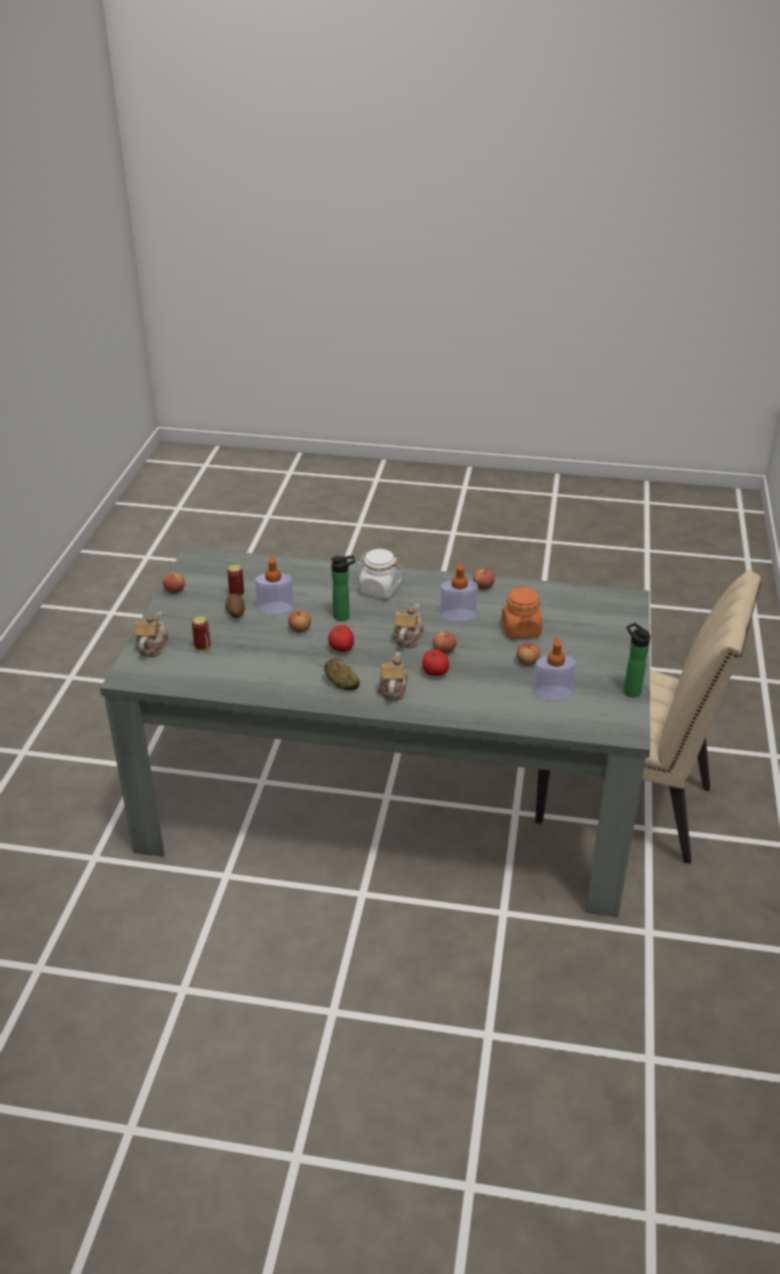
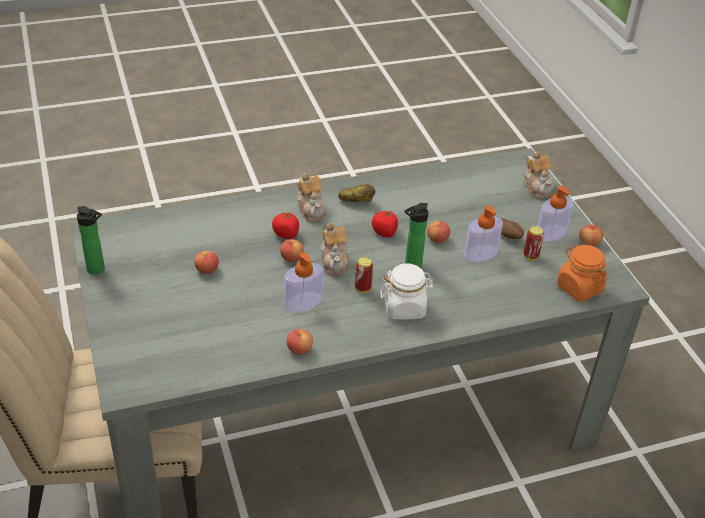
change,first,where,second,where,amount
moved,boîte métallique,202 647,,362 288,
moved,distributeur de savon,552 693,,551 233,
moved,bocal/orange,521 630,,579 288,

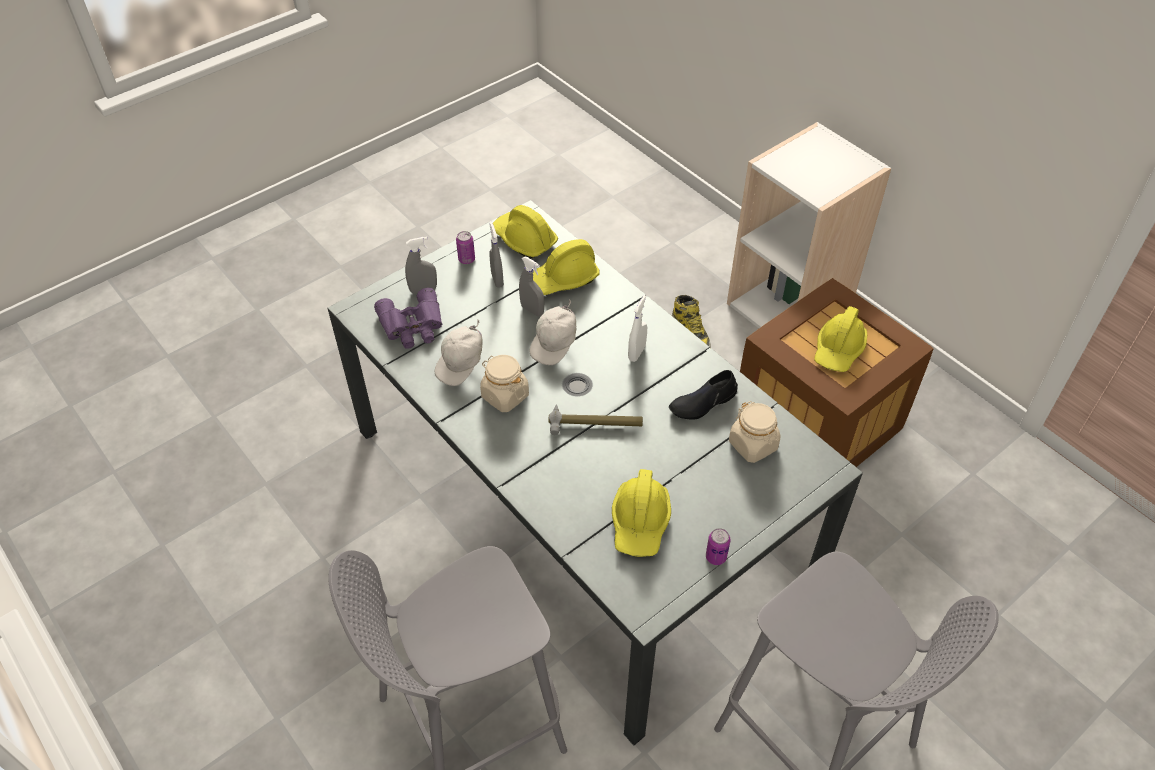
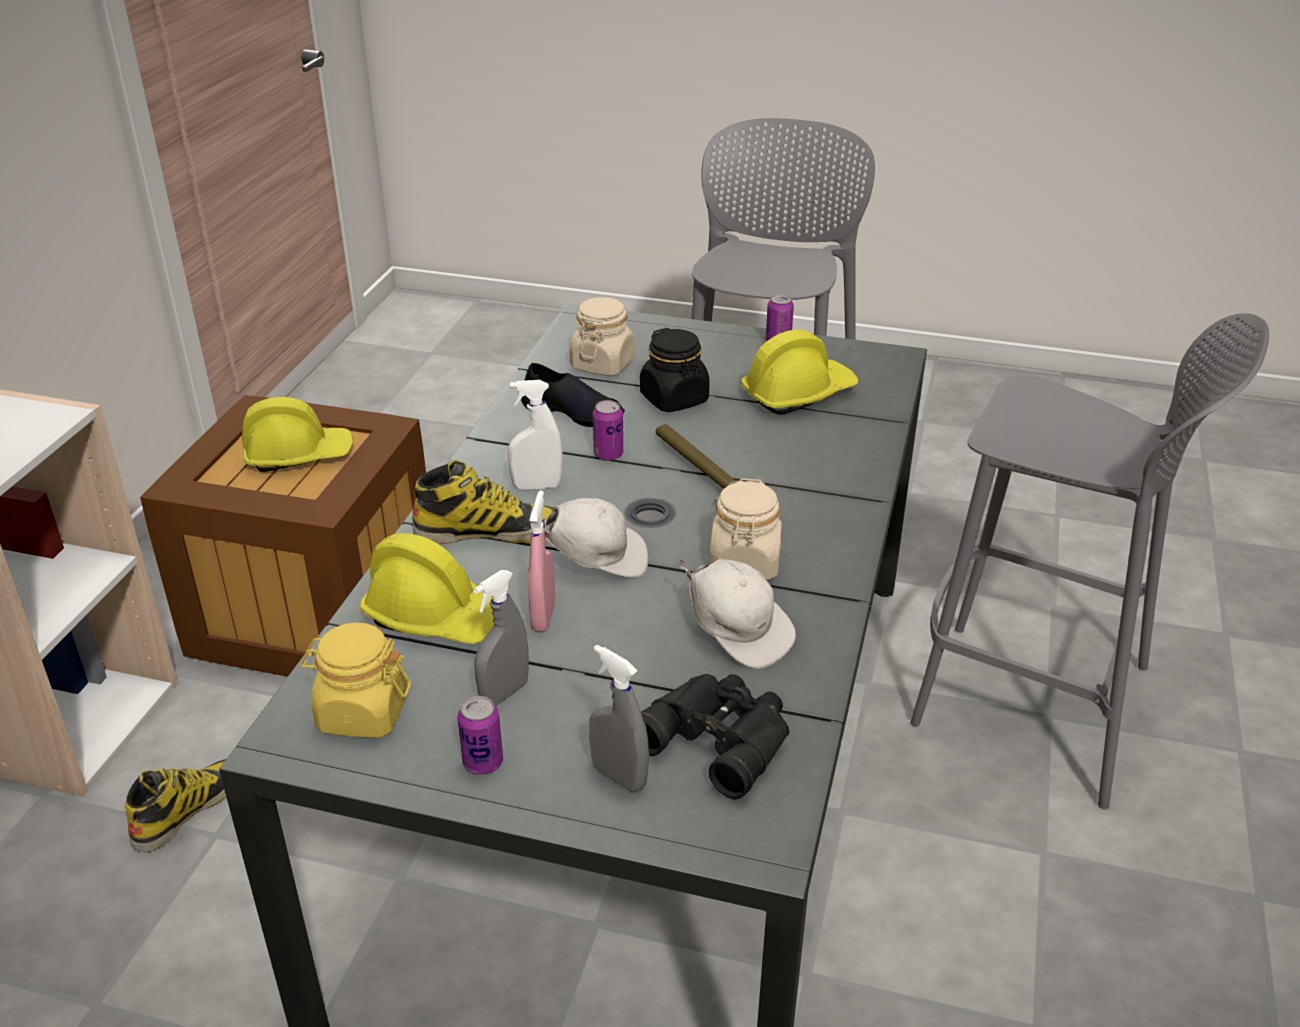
change,first,where,second,where,amount
replaced,casque de chantier/jaune,524 240,bocal/jaune,362 713,
added,,,botte,490 531,
recoloured,vaporisateur/gris,532 310,vaporisateur/rose,543 617,
added,,,boîte métallique,608 454,
added,,,bocal/noir,674 399,
recoloured,jumelles/violet,413 326,jumelles/noir,719 737,
turned,casquette/blanc,462 365,,738 632,45 degrees clockwise

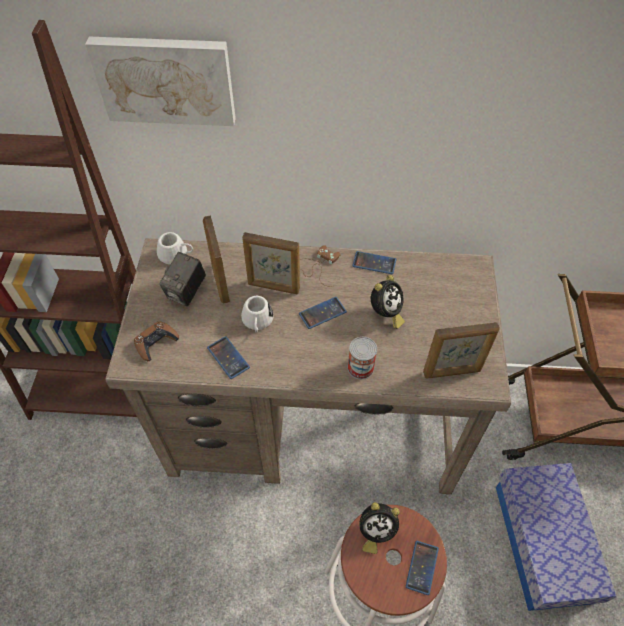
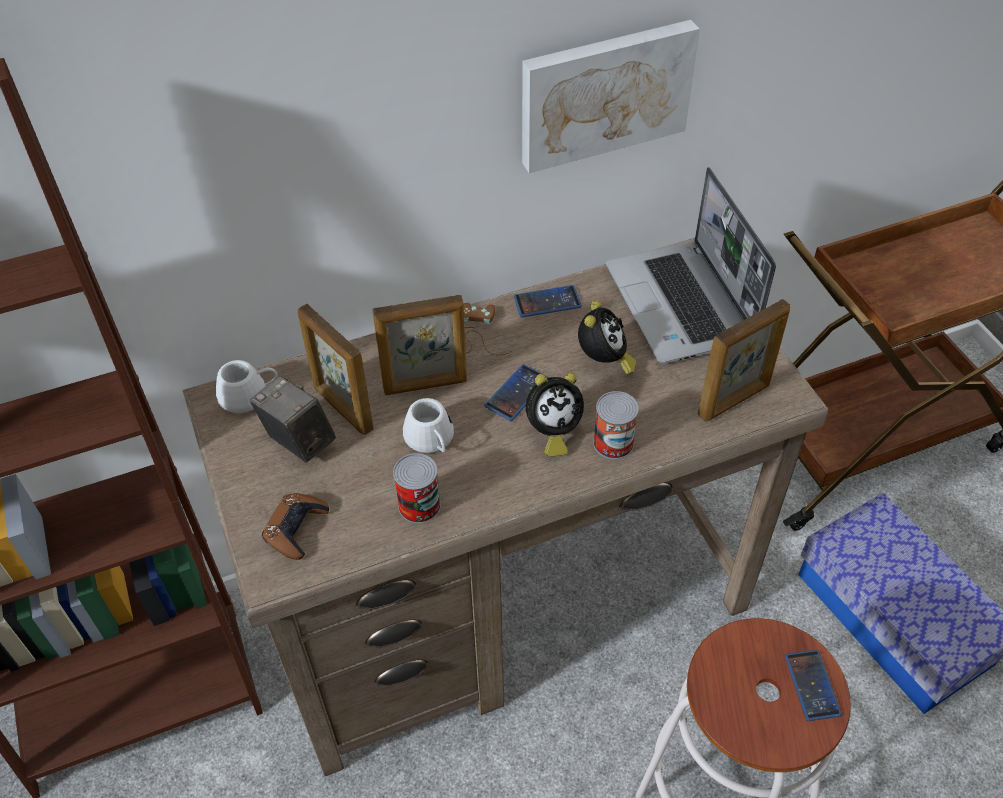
change,first,where,second,where,amount
turned,appareil photo,186 292,,298 440,135 degrees clockwise
replaced,téléphone,228 358,boîte métallique,419 505,
moved,tableau,166 79,,604 93,
moved,réveil,375 531,,552 432,
added,,,ordinateur portable,682 305,

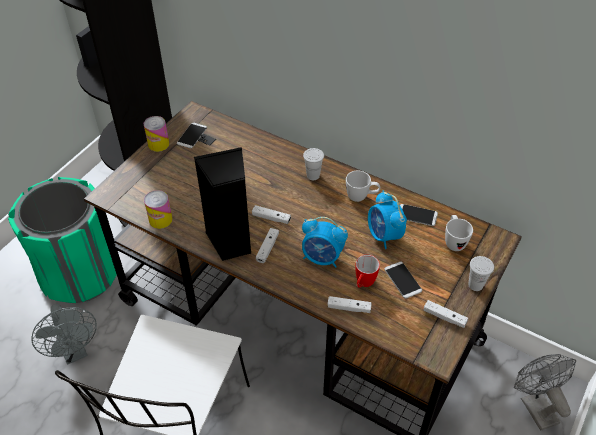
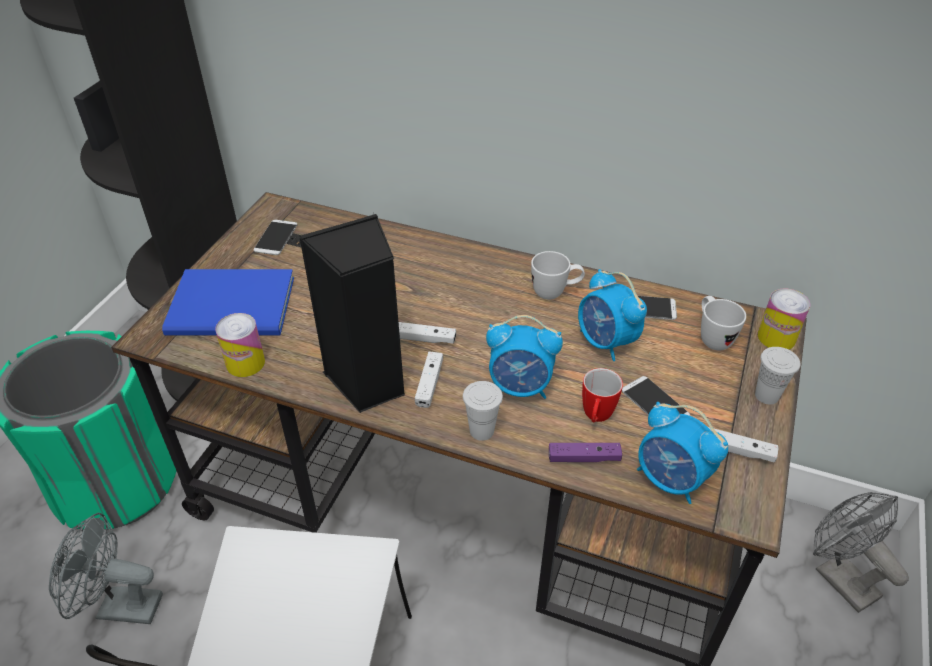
change,first,where,second,where,amount
turned,ventilateur/gris,75 352,,120 607,135 degrees clockwise
added,,,livre/bleu,235 308,
moved,tasse/blanc,313 175,,481 431,
recoloured,manette/blanc,349 308,manette/violet,584 458,
added,,,réveil,671 480,
moved,boîte métallique,158 144,,776 337,

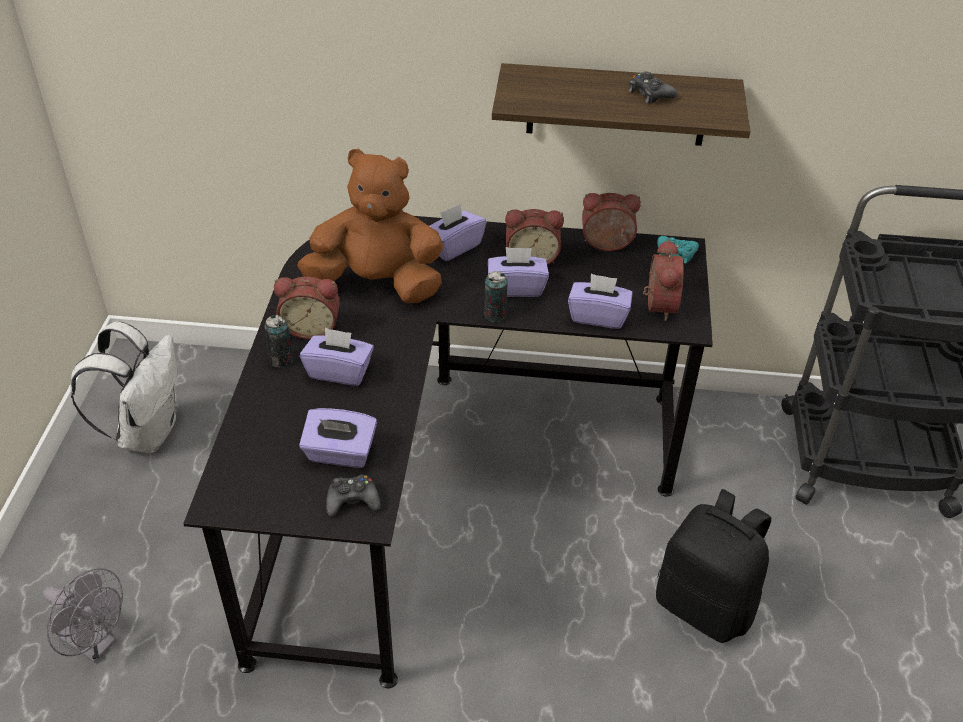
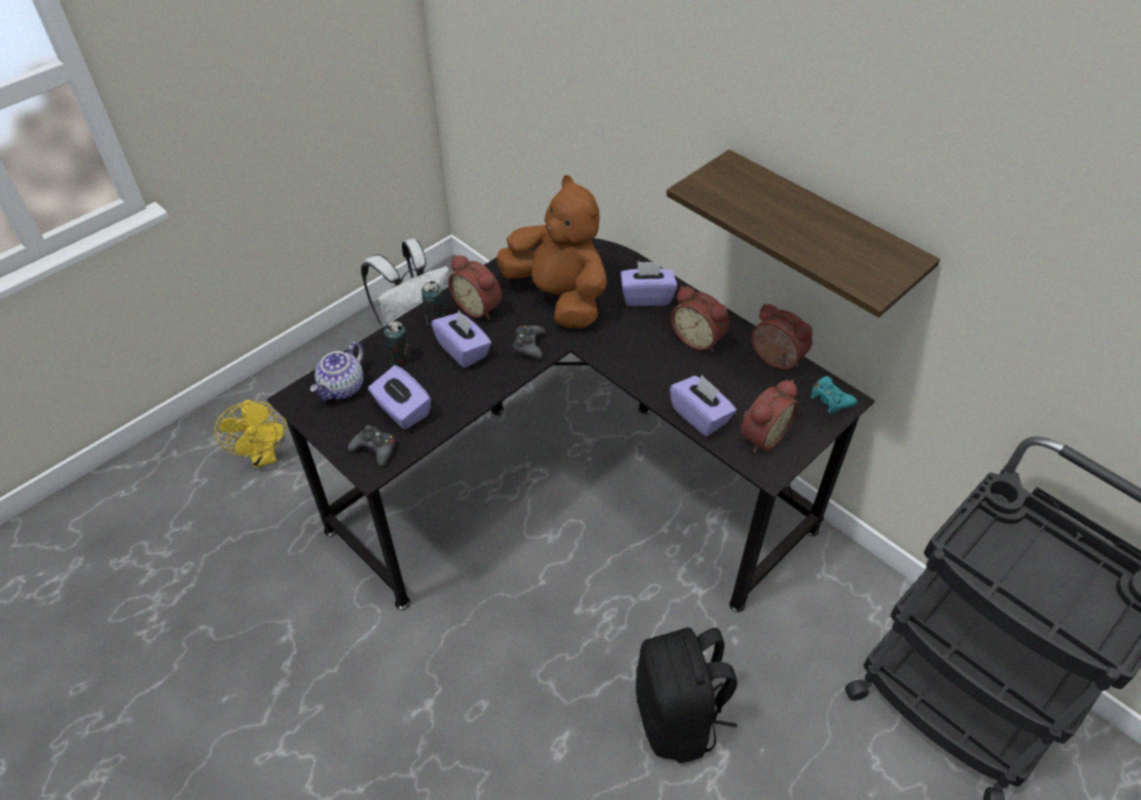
change,first,where,second,where,amount
recoloured,ventilateur/gris,95 644,ventilateur/jaune,264 456,
added,,,théière,342 388,
moved,boîte métallique,495 315,,400 360,
moved,manette/noir,650 94,,529 346,
removed,boîte à mouchoirs/violet,516 287,,,

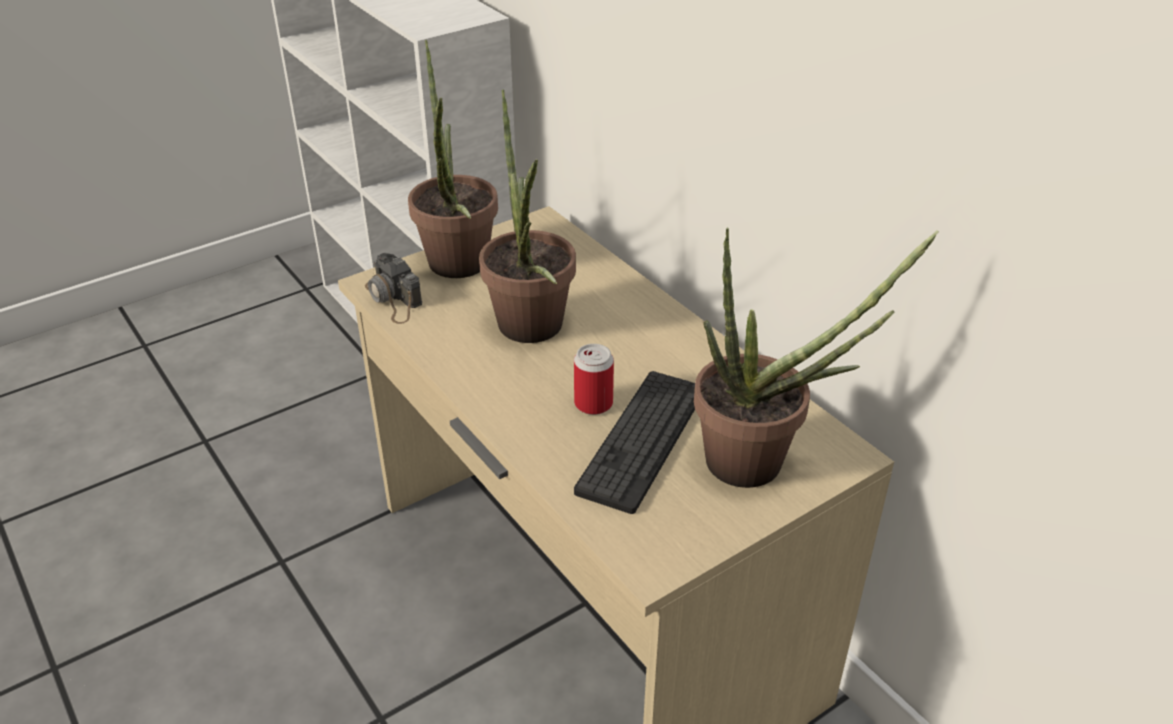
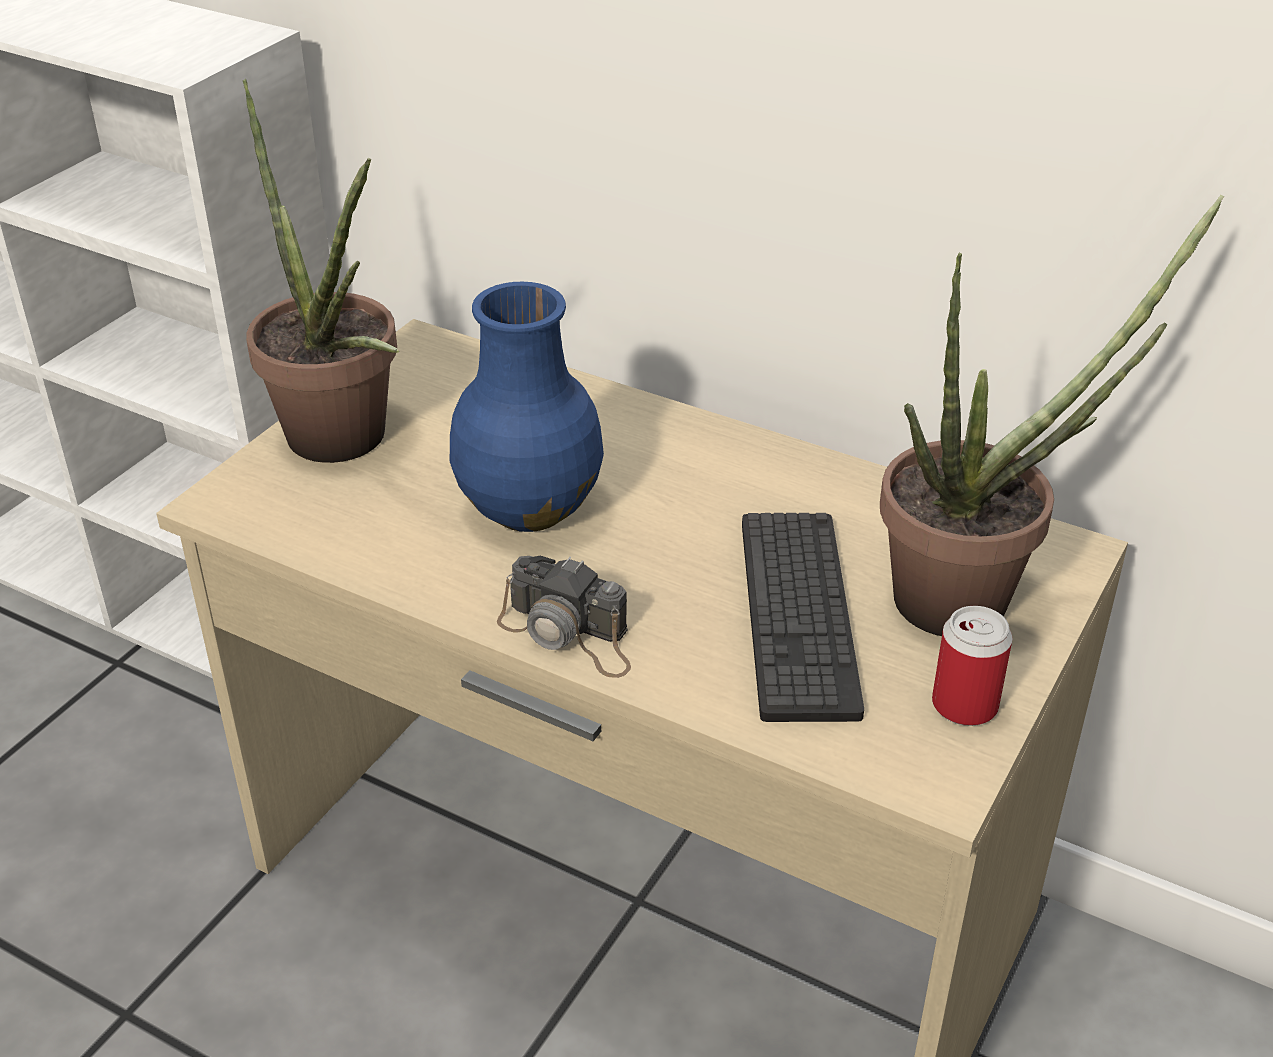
change,first,where,second,where,amount
replaced,plante en pot,531 333,vase/bleu,528 510,
moved,appareil photo,393 299,,569 634,
moved,boîte métallique,593 403,,964 705,

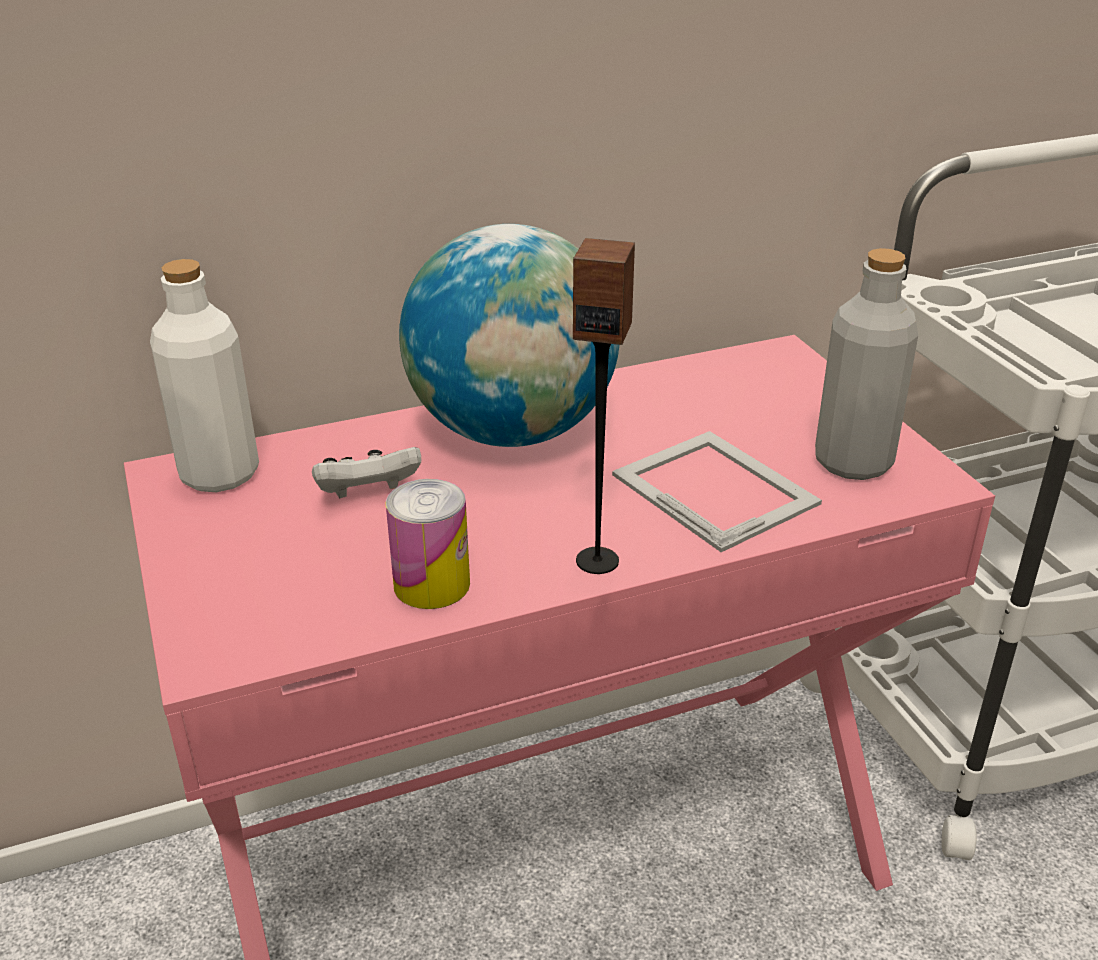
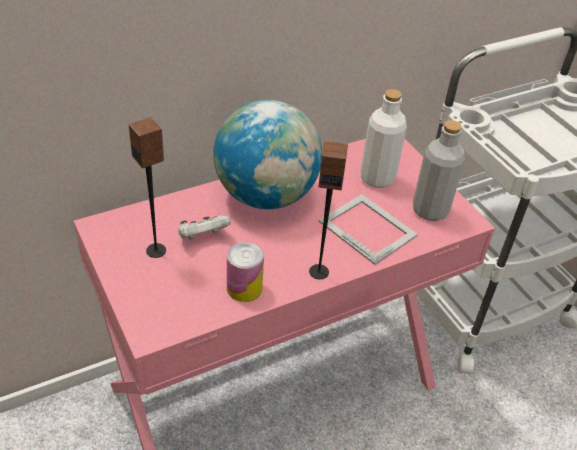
change,first,where,second,where,amount
added,,,enceinte,156 250,
moved,bouteille/blanc,219 474,,377 178,

